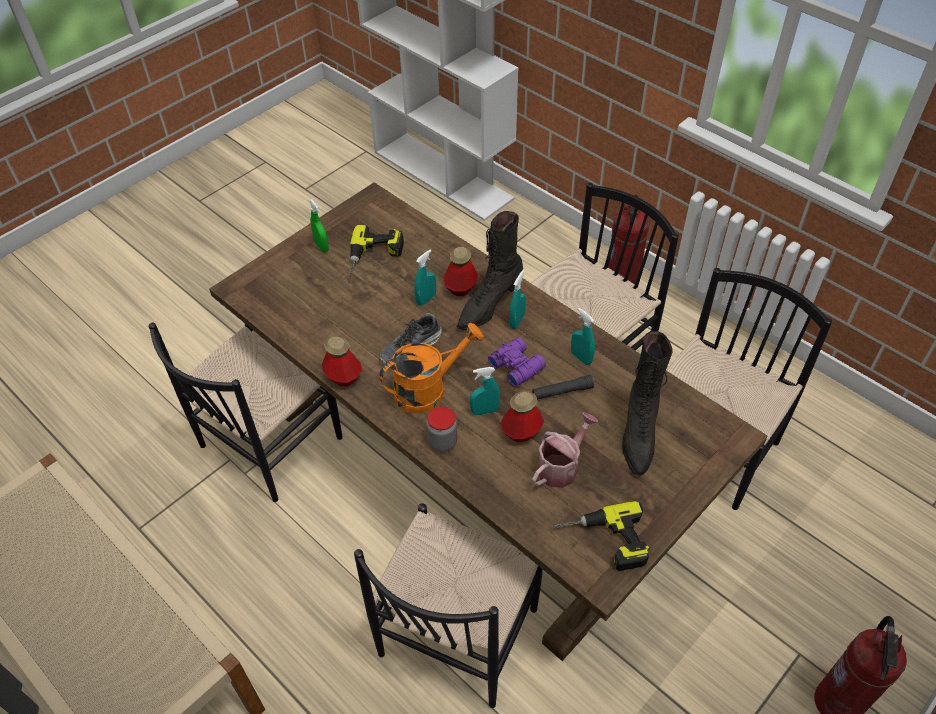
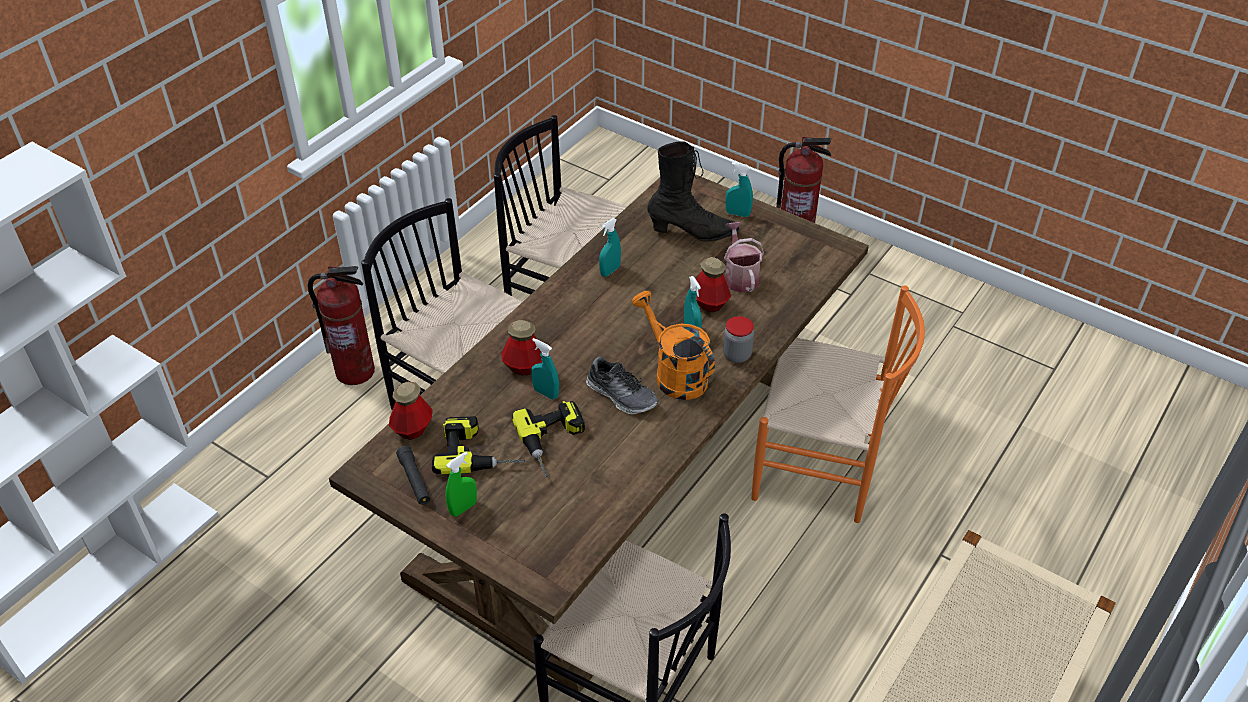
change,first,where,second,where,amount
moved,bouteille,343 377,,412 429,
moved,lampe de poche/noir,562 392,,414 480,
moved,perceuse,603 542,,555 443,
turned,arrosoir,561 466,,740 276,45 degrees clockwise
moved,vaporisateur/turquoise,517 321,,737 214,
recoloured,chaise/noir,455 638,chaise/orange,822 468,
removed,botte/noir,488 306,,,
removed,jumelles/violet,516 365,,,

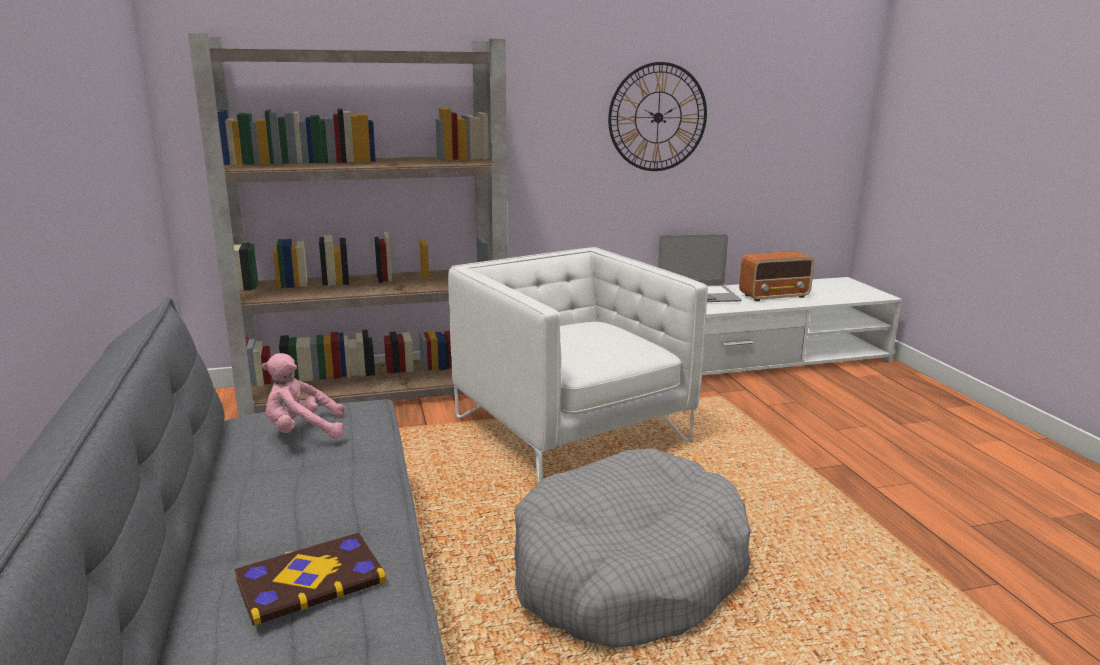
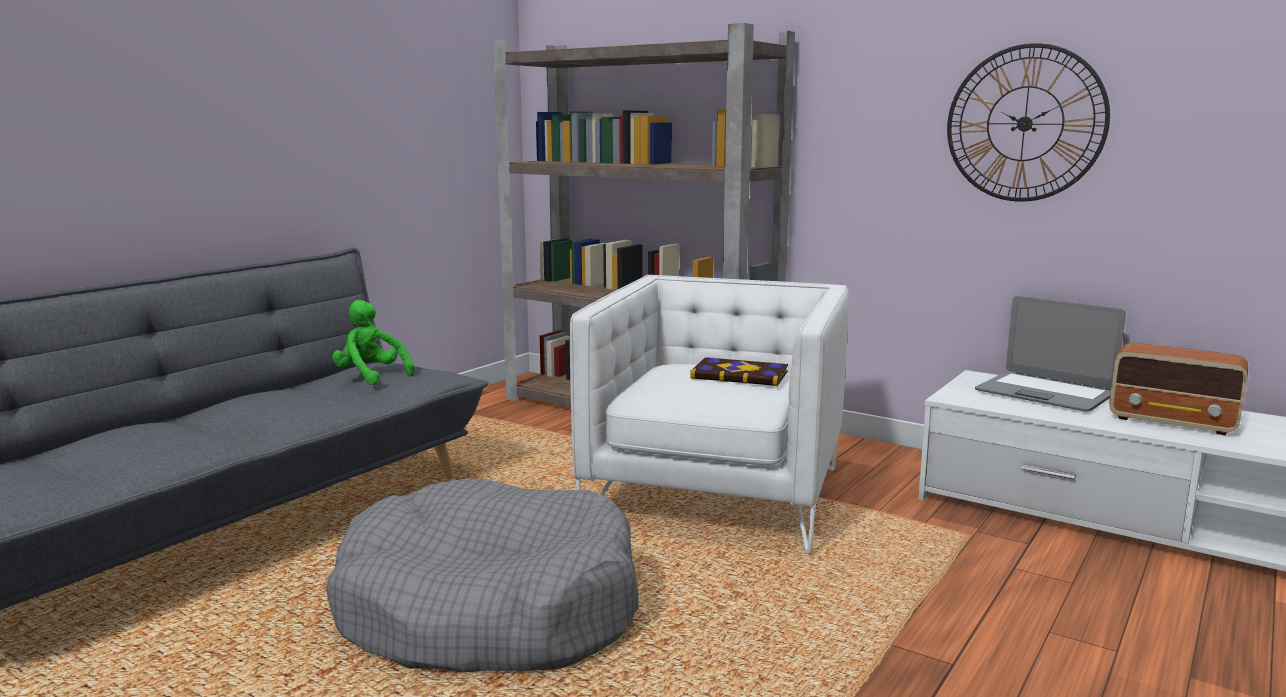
change,first,where,second,where,amount
recoloured,peluche/rose,302 432,peluche/vert,371 376,
moved,livre,310 580,,740 375,

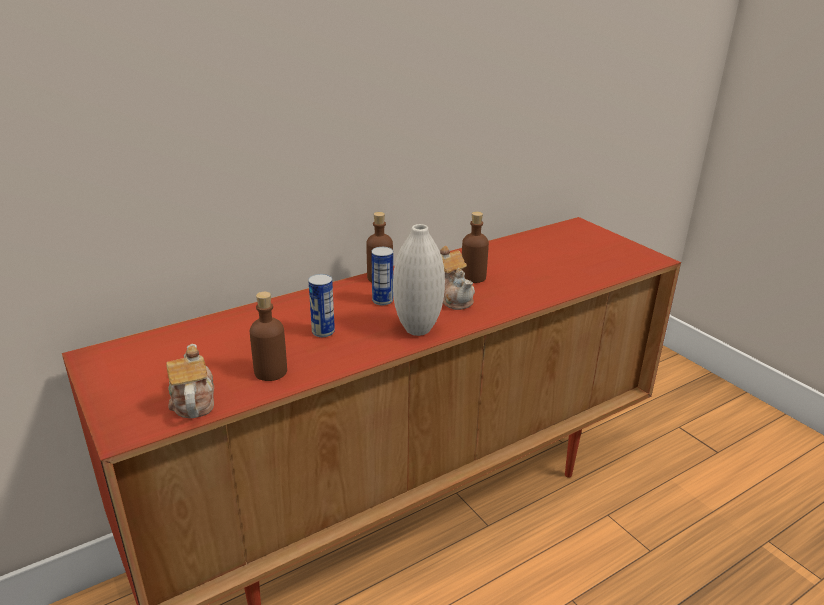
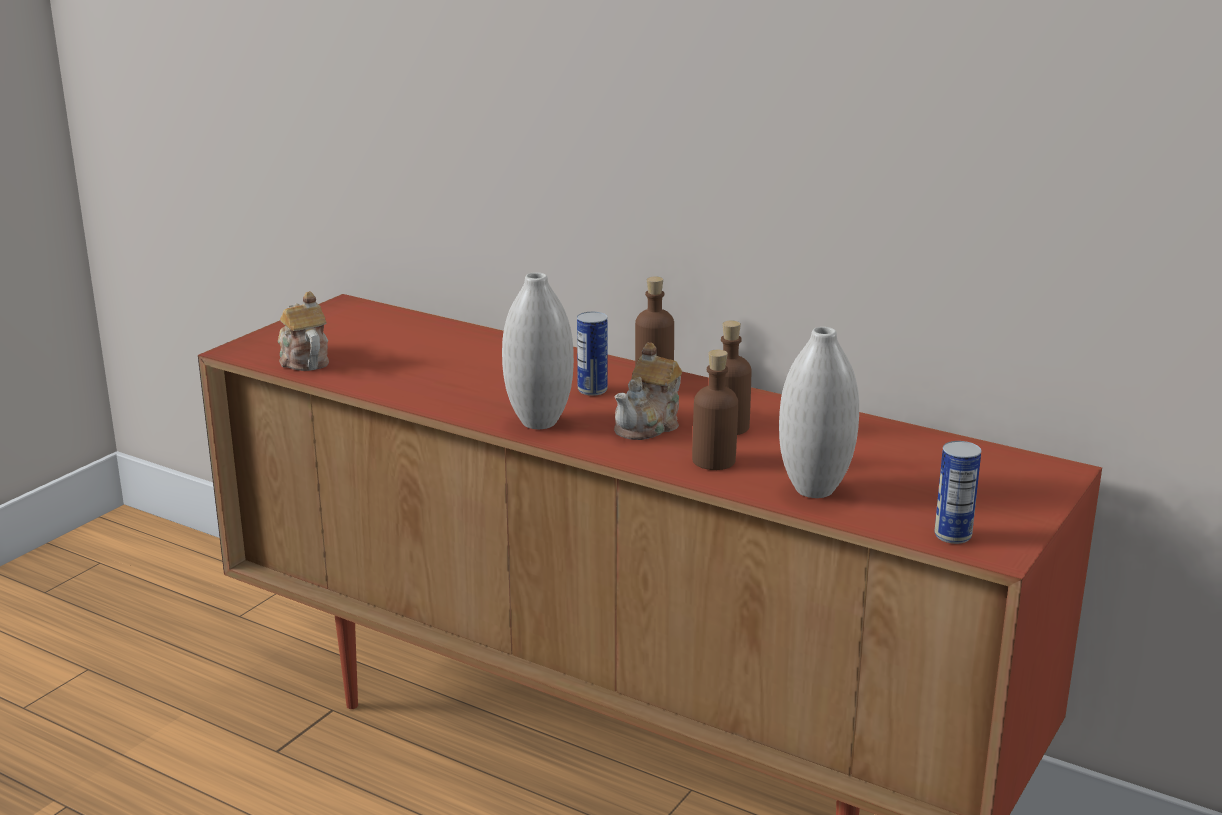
change,first,where,second,where,amount
turned,théière,193 401,,303 360,75 degrees counterclockwise
moved,bouteille/marron,271 372,,714 460,
added,,,vase/blanc,814 490,
moved,boîte métallique,323 332,,952 535,

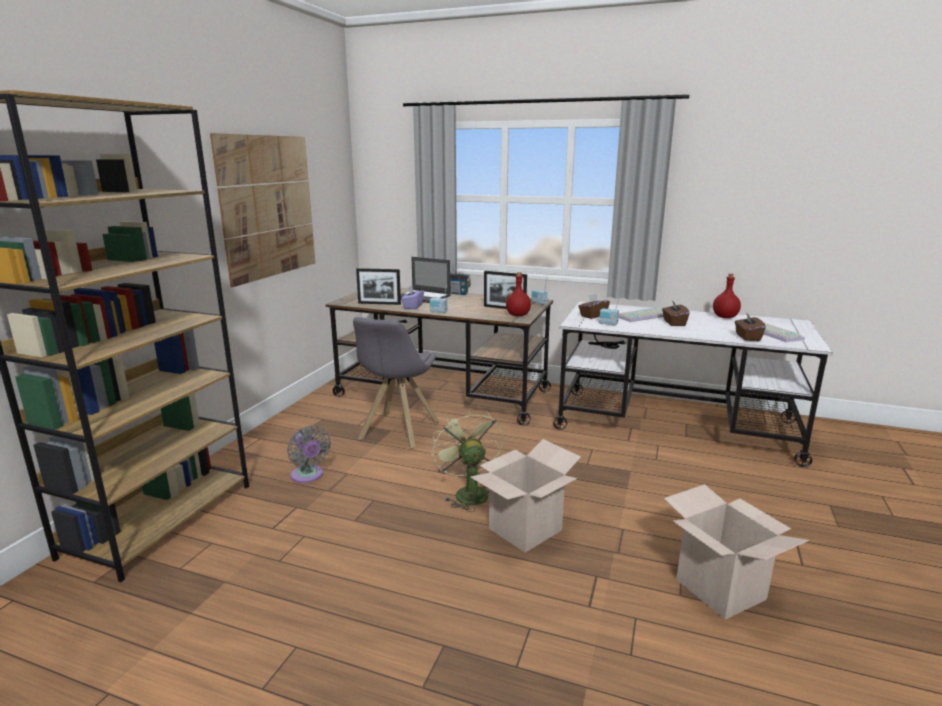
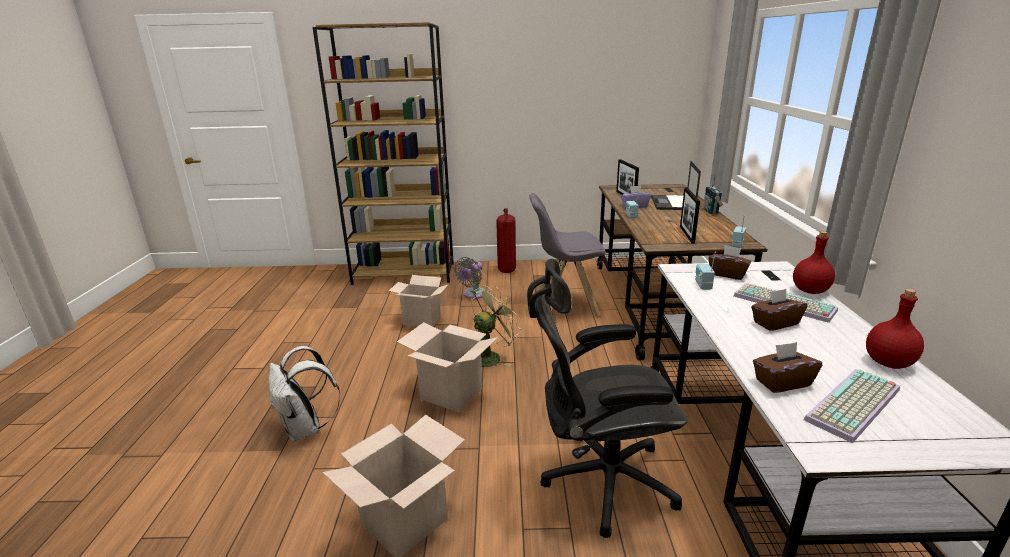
change,first,where,second,where,amount
added,,,sac à dos/blanc,306 429,
added,,,carton,420 321,
added,,,extincteur,506 270,
added,,,chaise de bureau,601 482,
moved,bouteille/rouge,518 315,,809 291,
removed,tableau,268 207,,,

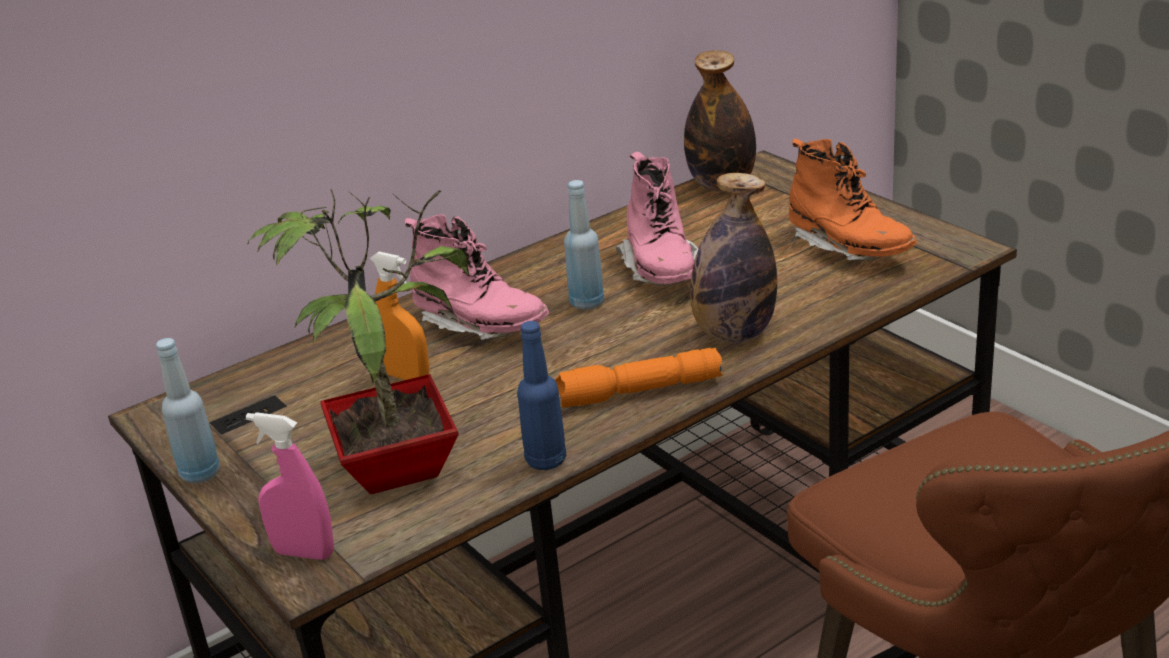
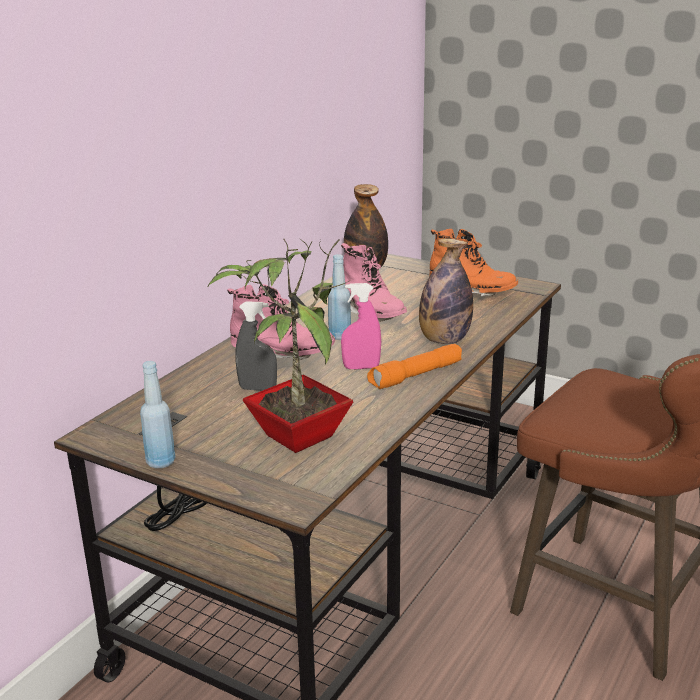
change,first,where,second,where,amount
recoloured,vaporisateur/orange,407 376,vaporisateur/gris,258 389,
moved,vaporisateur/rose,304 553,,361 367,
removed,bouteille/bleu,545 460,,,

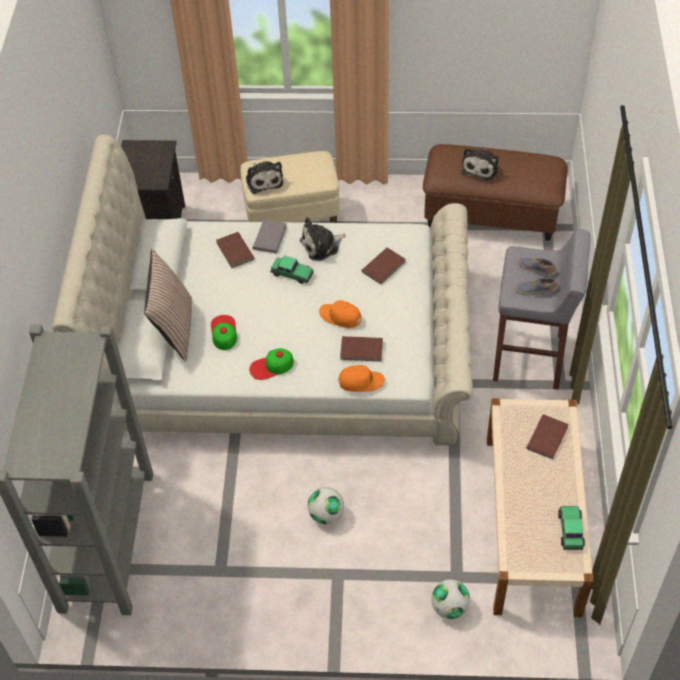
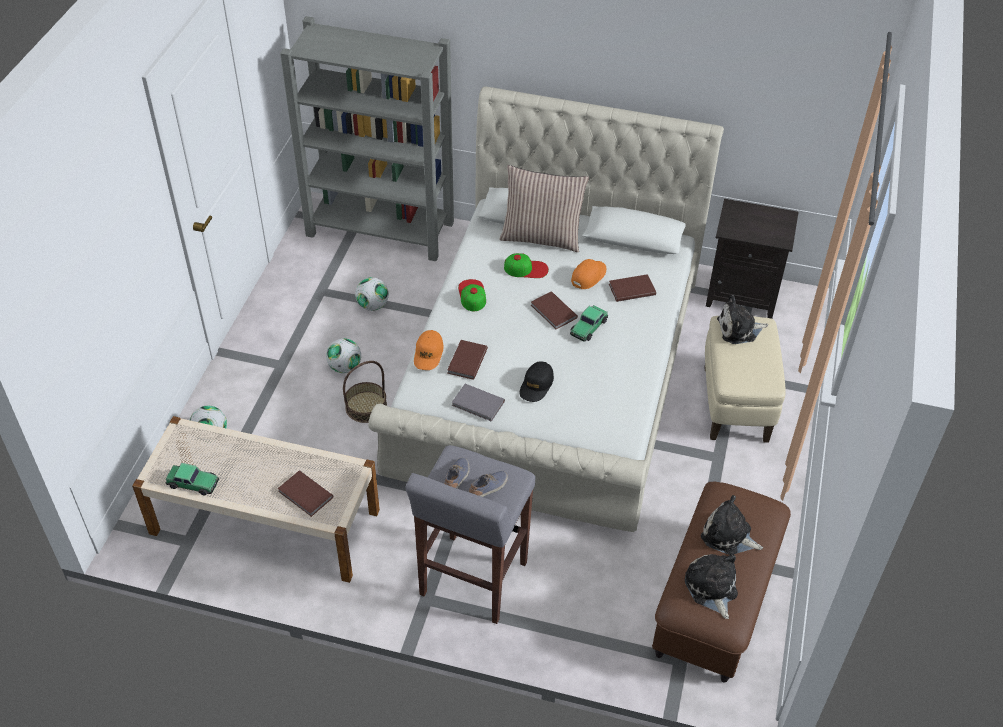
change,first,where,second,where,amount
added,,,panier,366 407,
added,,,ballon de foot,373 305,
moved,livre/gris,271 237,,478 404,
added,,,casquette/noir,536 385,
moved,livre/marron,384 267,,553 312,
moved,casquette/orange,340 316,,588 276,
moved,peluche,321 245,,711 589,

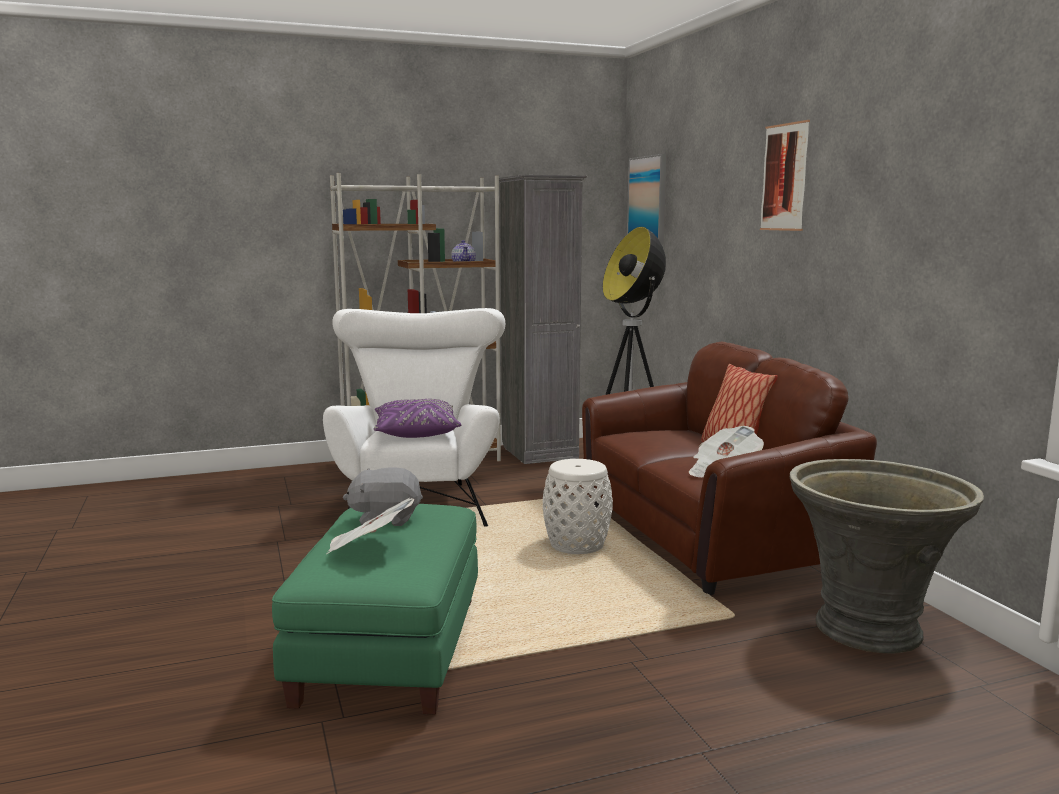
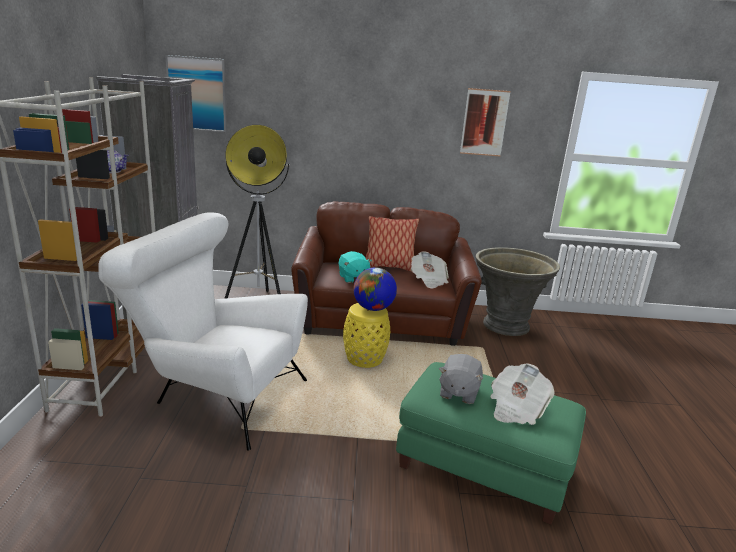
change,first,where,second,where,amount
added,,,peluche/turquoise,353 278,
recoloured,tabouret/blanc,576 545,tabouret/jaune,364 359,
added,,,globe,373 308,
moved,tableau,784 177,,484 122,
removed,coussin/violet,416 432,,,

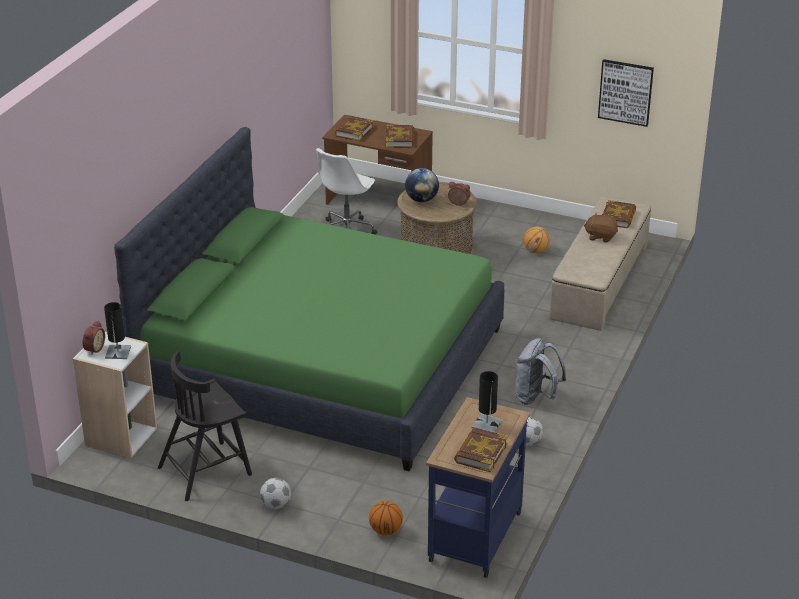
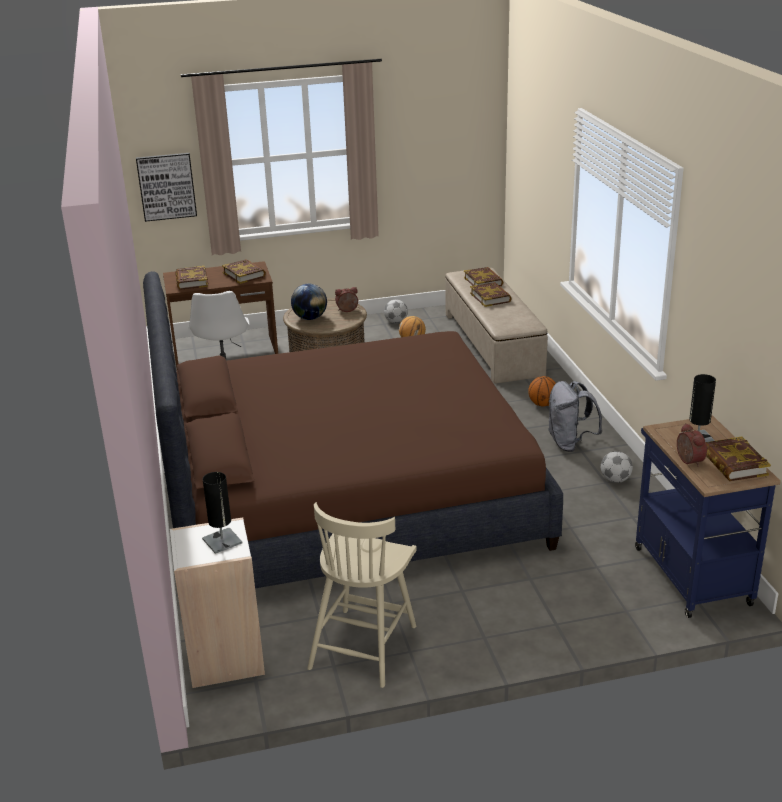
change,first,where,second,where,amount
moved,tableau,625 92,,166 186,
recoloured,lit/vert,321 362,lit/marron,346 495,
recoloured,chaise/noir,206 470,chaise/beige,364 644,
moved,ballon de foot,276 505,,396 322,
replaced,peluche/marron,600 236,livre,490 297,
moved,ballon de basket,385 531,,542 404,
moved,réveil,93 349,,688 461,

